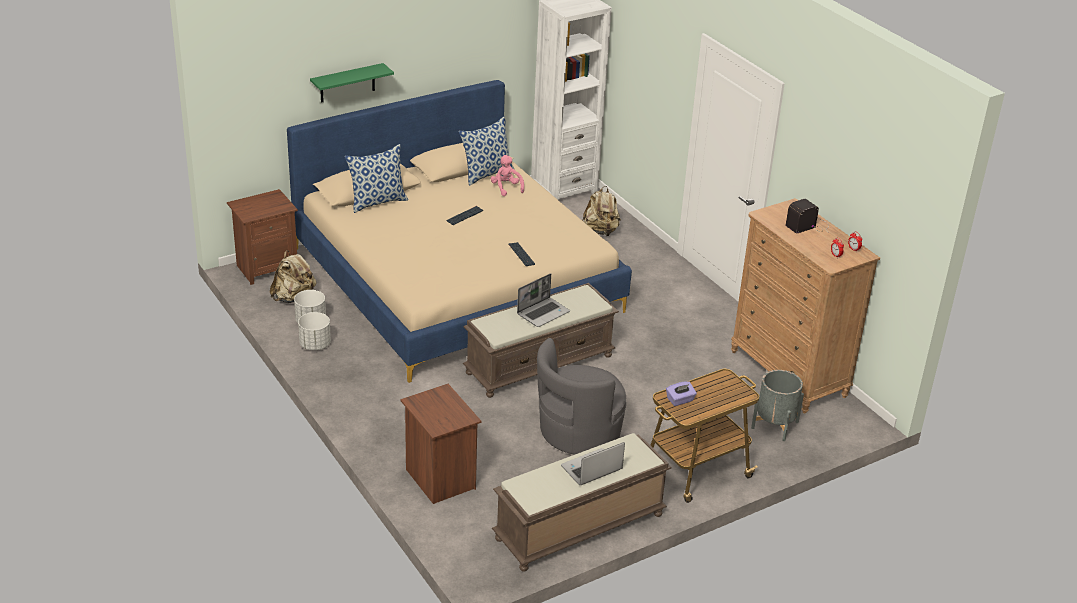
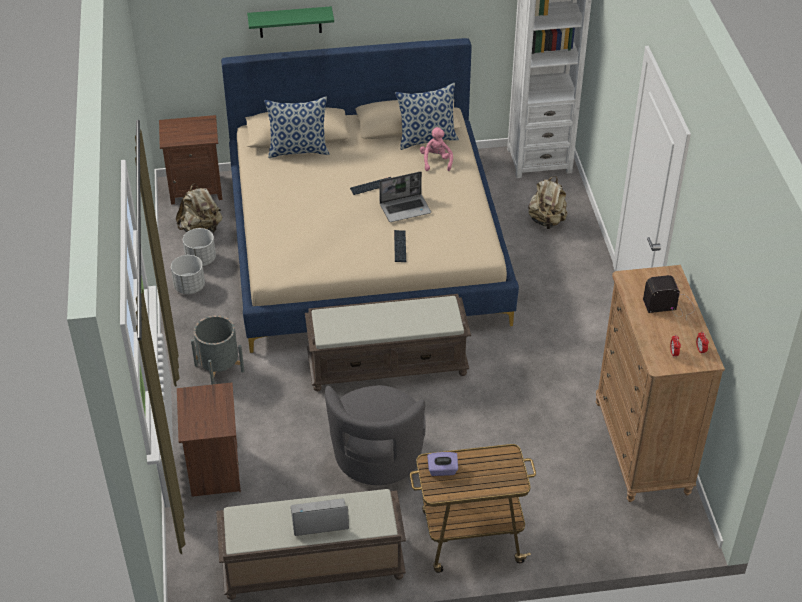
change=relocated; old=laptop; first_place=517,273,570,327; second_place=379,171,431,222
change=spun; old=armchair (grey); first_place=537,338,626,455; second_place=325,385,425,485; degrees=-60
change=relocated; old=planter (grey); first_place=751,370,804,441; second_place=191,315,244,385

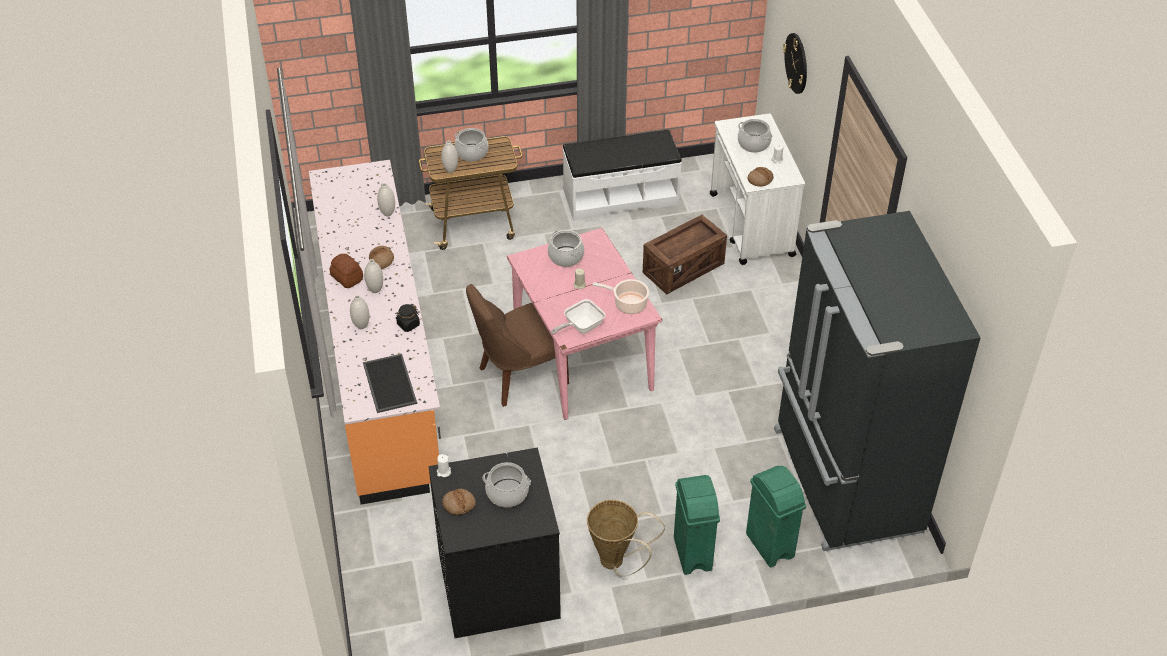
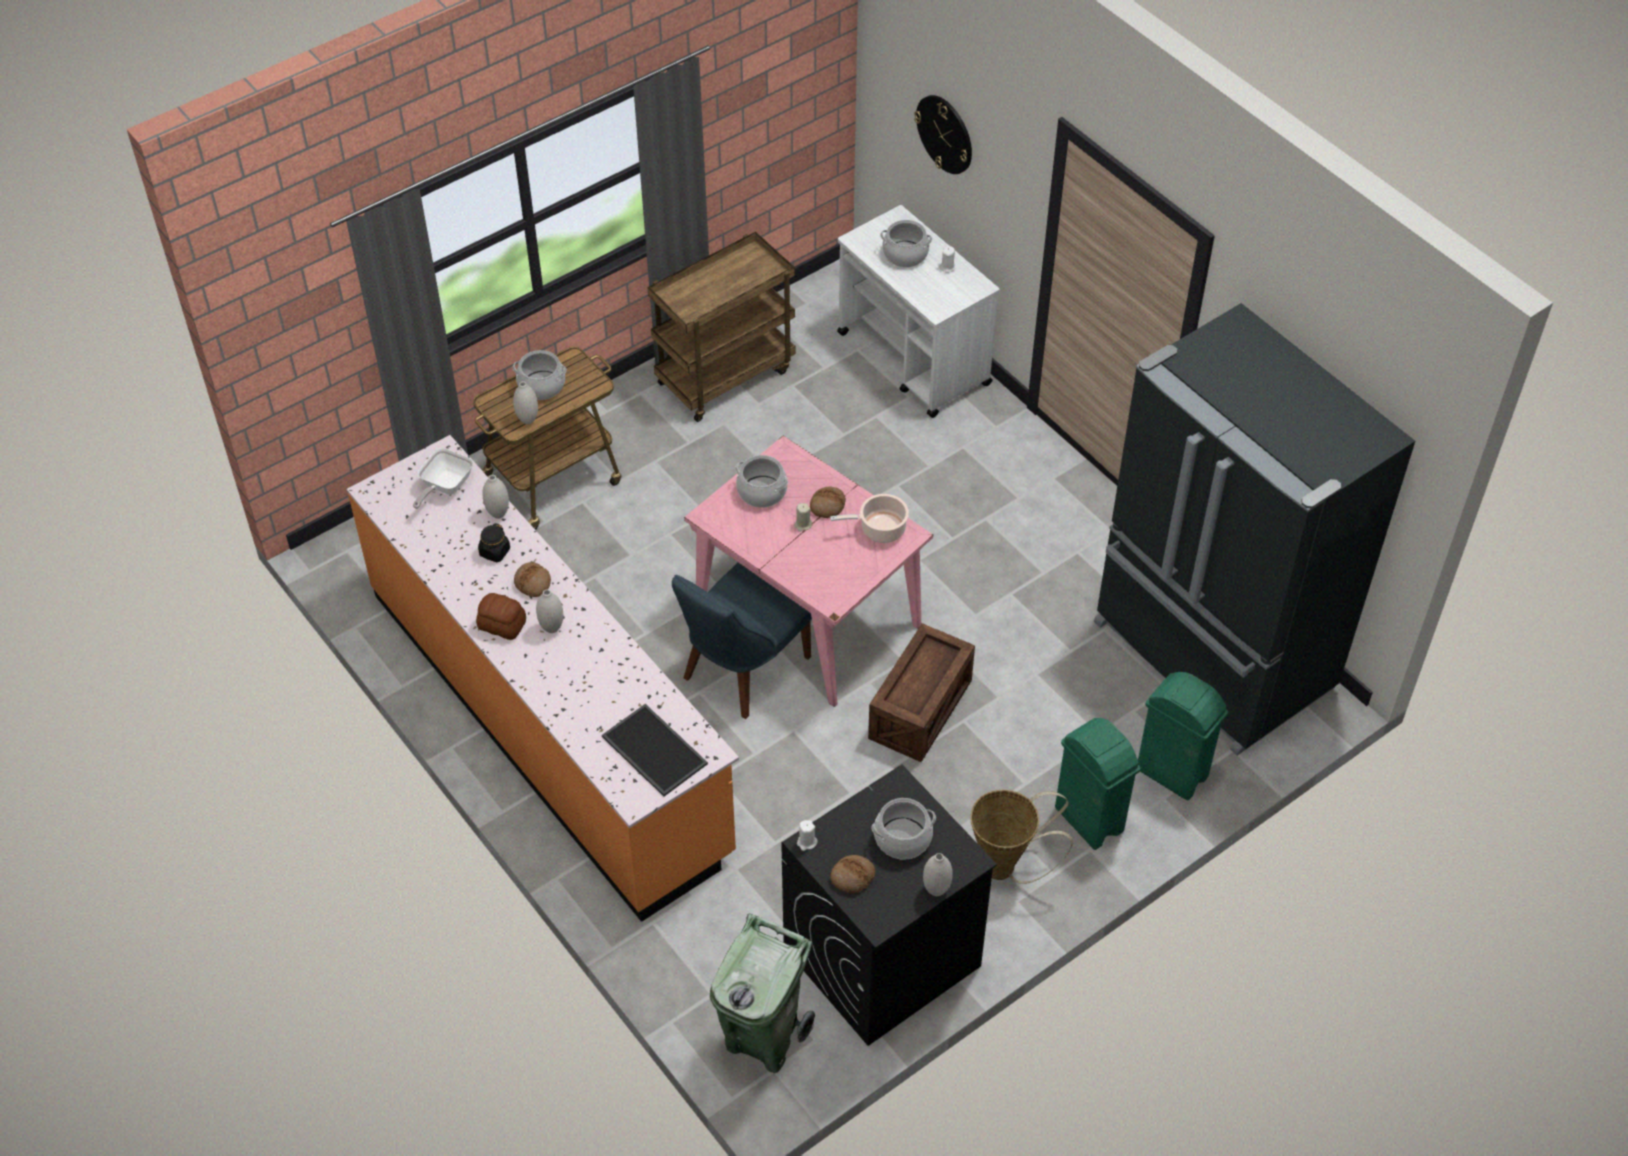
change=relocated; old=vase (white); first_place=350,295,369,329; second_place=923,853,953,896
change=relocated; old=jar (black); first_place=396,304,420,332; second_place=478,523,510,562
change=colour; old=chair (brown); new=chair (blue); first_place=466,284,569,407; second_place=672,563,812,719
change=relocated; old=frying pan; first_place=551,299,605,335; second_place=413,448,473,509
change=exchanged; old=bench (white); new=cart (brown); first_place=563,130,682,221; second_place=647,232,796,422
change=relocated; old=crate; first_place=643,214,727,294; second_place=868,623,975,762
change=relocated; old=bread; first_place=748,167,773,187; second_place=810,487,846,518
change=appeared; new=trash can (green); second_place=710,914,815,1073

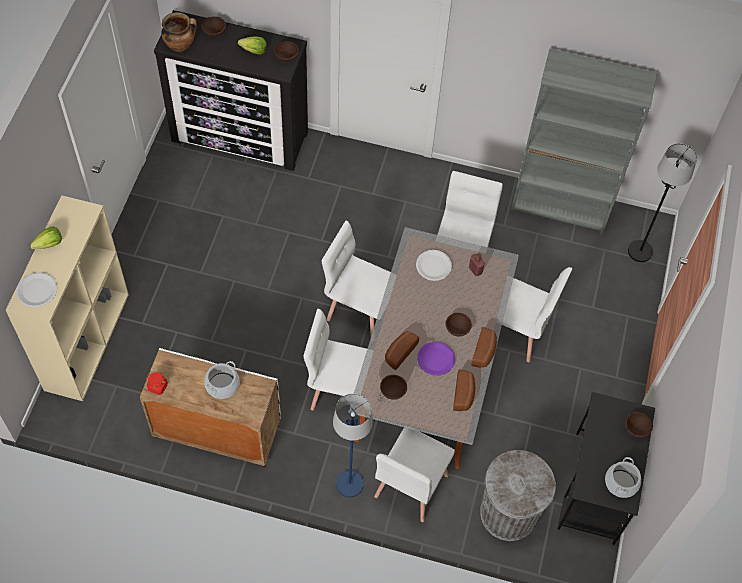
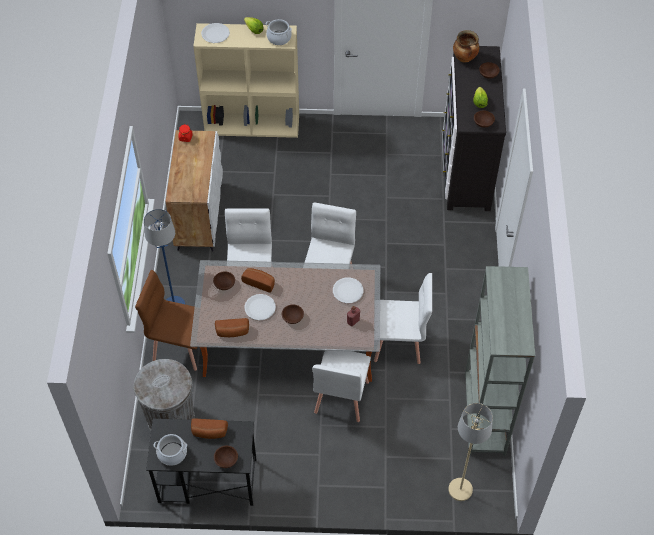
change=relocated; old=cooking pot; first_place=204,361,239,399; second_place=265,19,292,45
change=colour; old=chair (white); new=chair (brown); first_place=374,428,455,522; second_place=135,270,197,371
change=colour; old=plate (purple); new=plate (white); first_place=417,342,455,376; second_place=244,294,276,321
change=relocated; old=bread; first_place=471,327,497,368; second_place=191,418,228,439
change=colour; old=floor lamp (black); new=floor lamp (beige); first_place=628,143,697,262; second_place=448,403,493,501

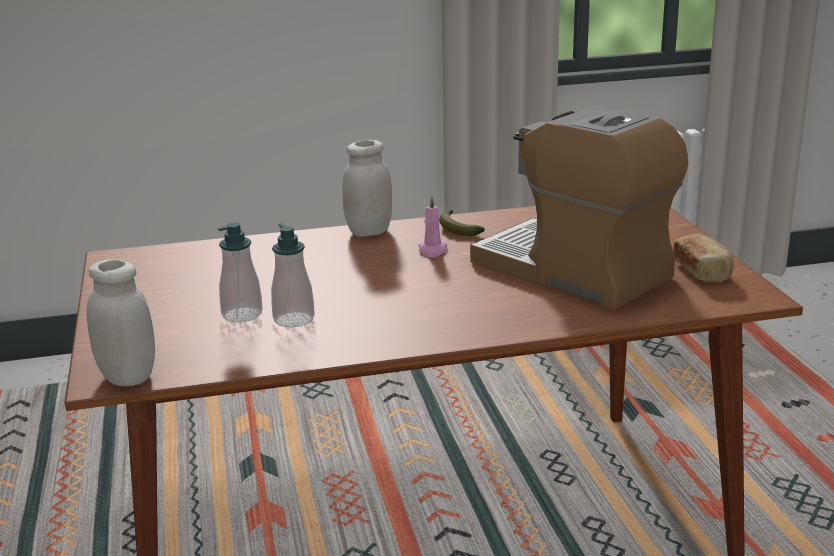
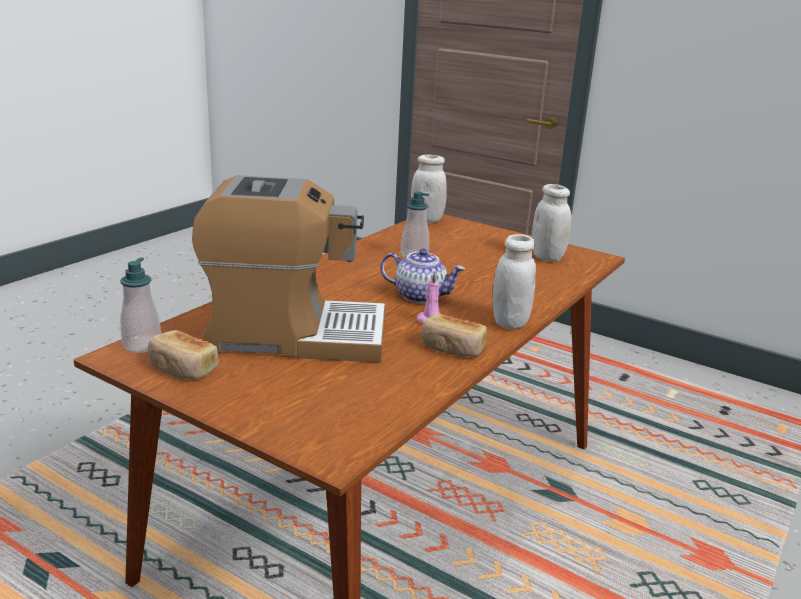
change=relocated; old=soap dispenser; first_place=217,222,263,322; second_place=120,257,161,353
change=exchanged; old=banana; new=bread; first_place=439,210,485,236; second_place=421,314,487,357
change=appeared; new=teapot; second_place=380,249,465,303
change=appeared; new=jar (white); second_place=532,184,571,261

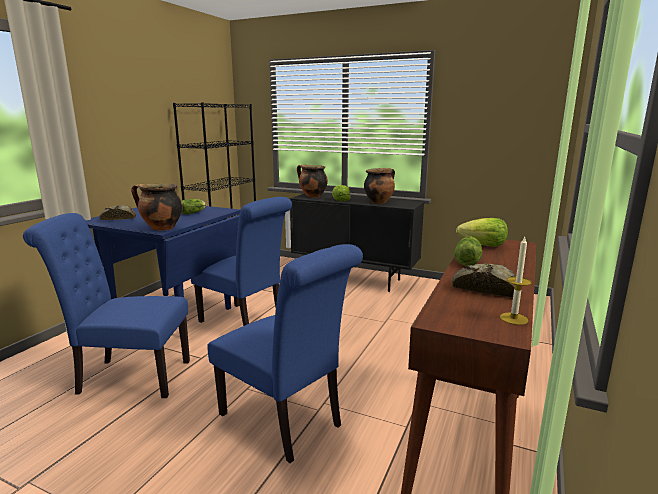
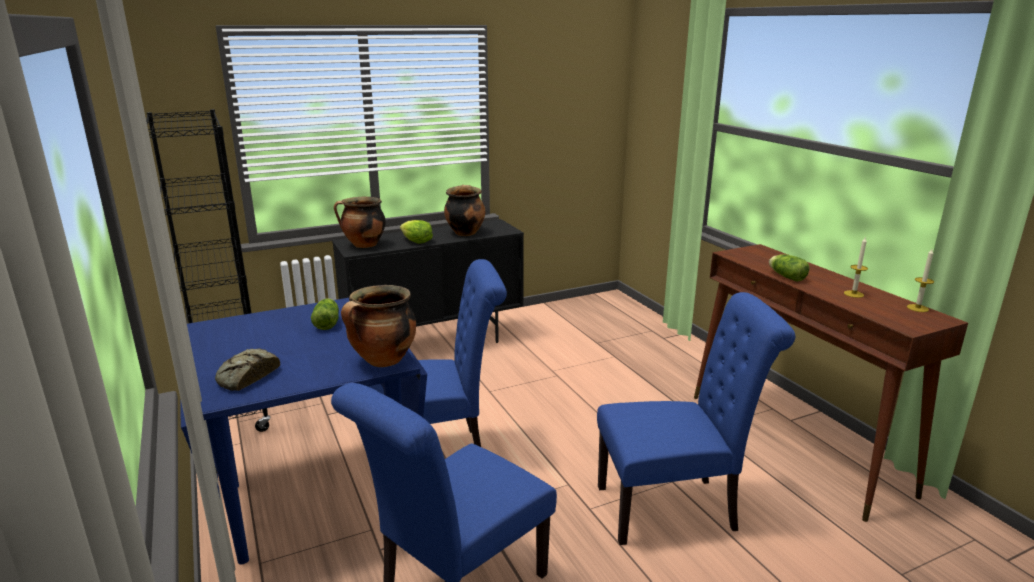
change=exchanged; old=bread; new=candle; first_place=452,263,516,297; second_place=844,238,868,298
change=missing; old=lettuce; first_place=456,218,508,247

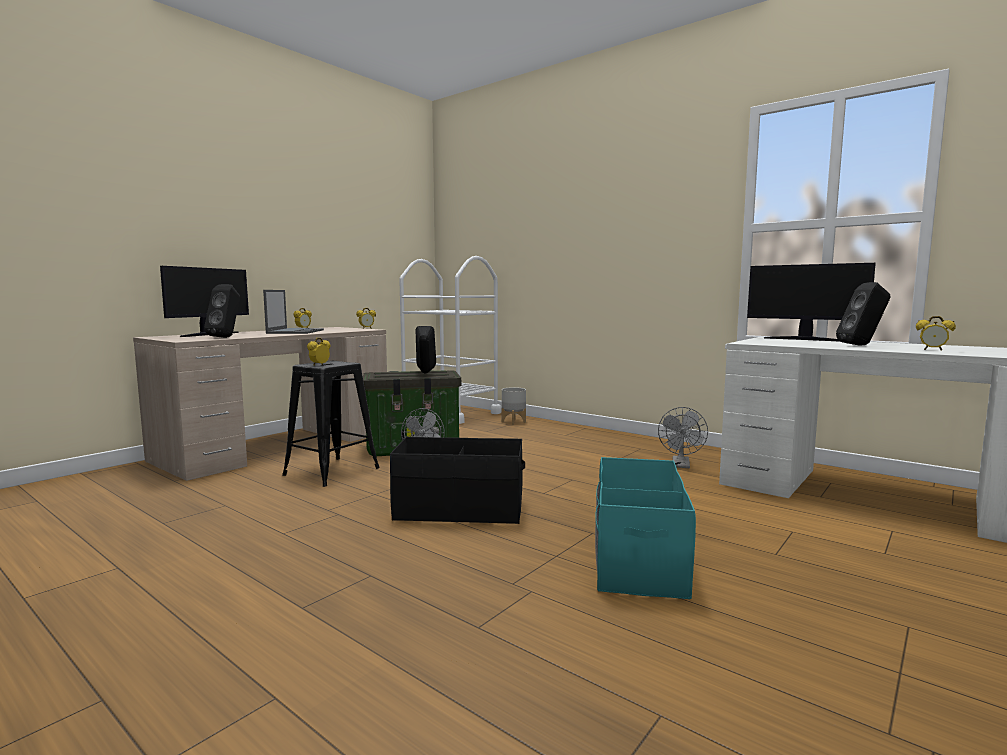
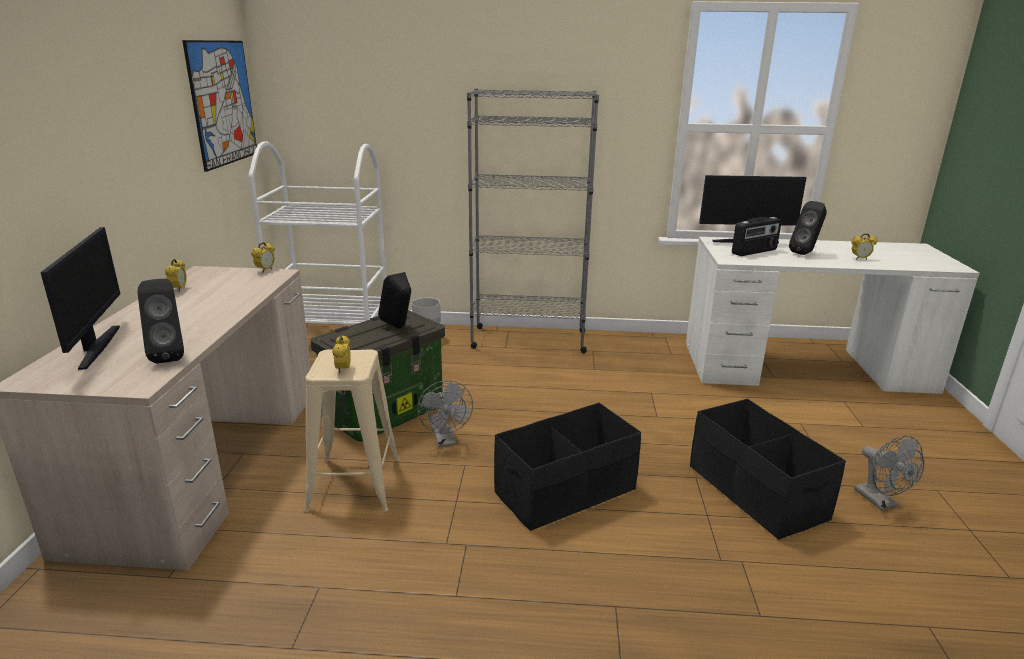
change=missing; old=laptop; first_place=263,290,324,334
change=colour; old=stool (black); new=stool (beige); first_place=282,361,380,487; second_place=304,350,400,512
change=colour; old=storage box (turquoise); new=storage box (black); first_place=595,457,696,599; second_place=690,399,846,540
change=relocated; old=fan (grey); first_place=658,407,708,468; second_place=854,436,925,511
change=appeared; new=picture; second_place=182,40,257,172
change=appeared; new=bookcase (grey); second_place=467,88,599,353
change=appeared; new=radio; second_place=732,217,782,256

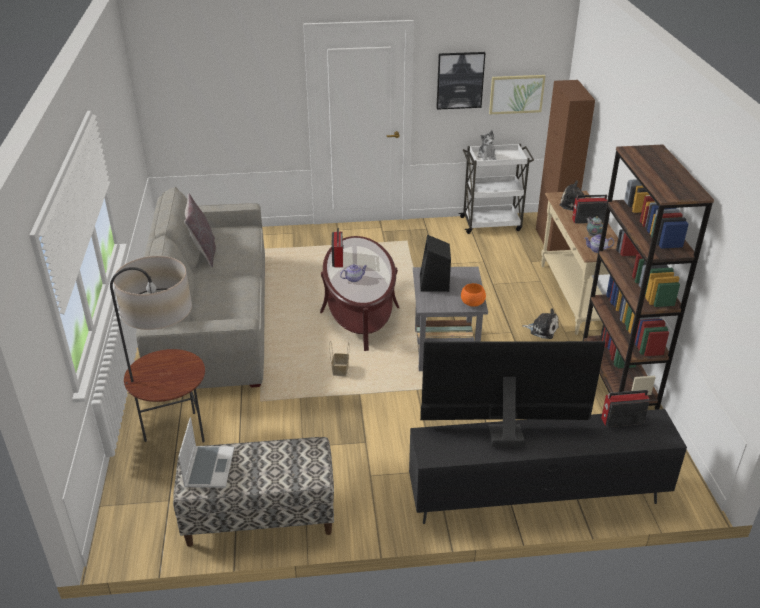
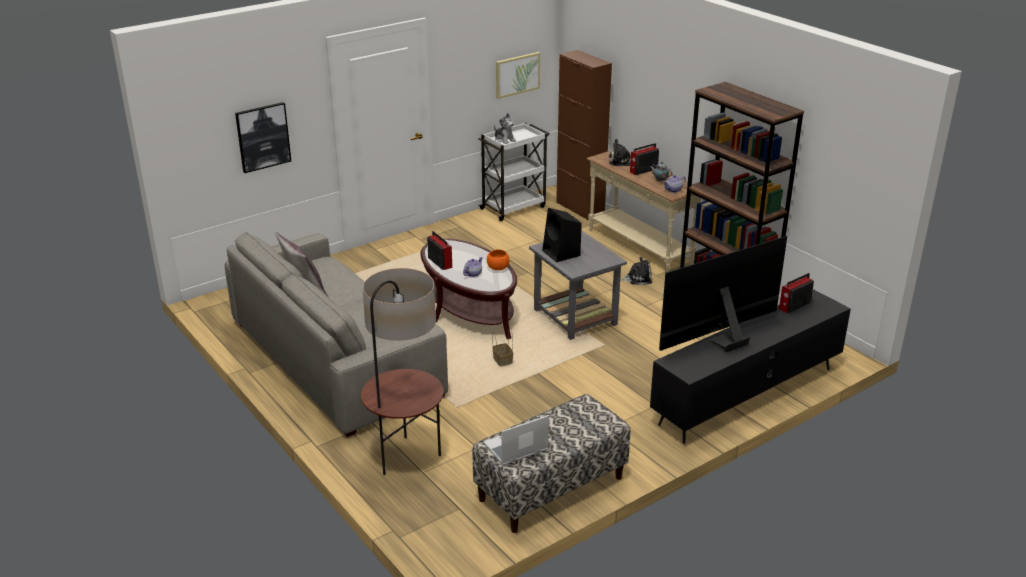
change=spun; old=laptop; first_place=178,417,234,488; second_place=483,415,549,466; degrees=-90
change=relocated; old=picture; first_place=436,52,485,110; second_place=235,102,291,173
change=relocated; old=bowl (orange); first_place=461,283,486,307; second_place=487,249,509,270

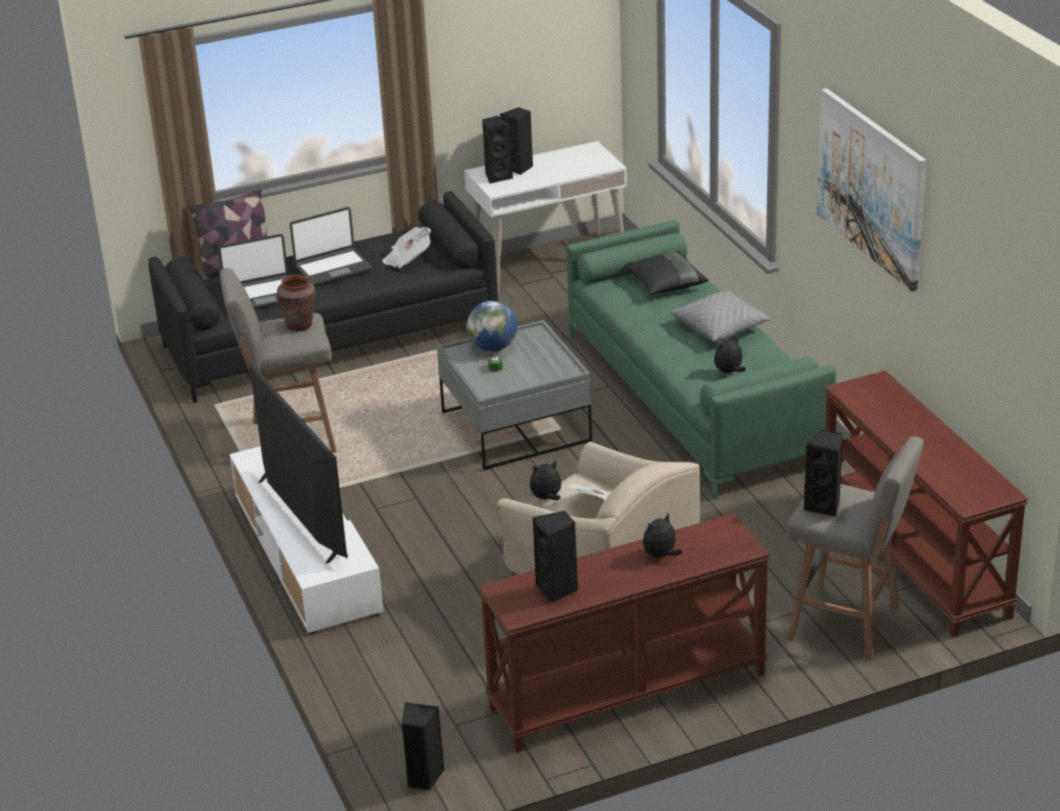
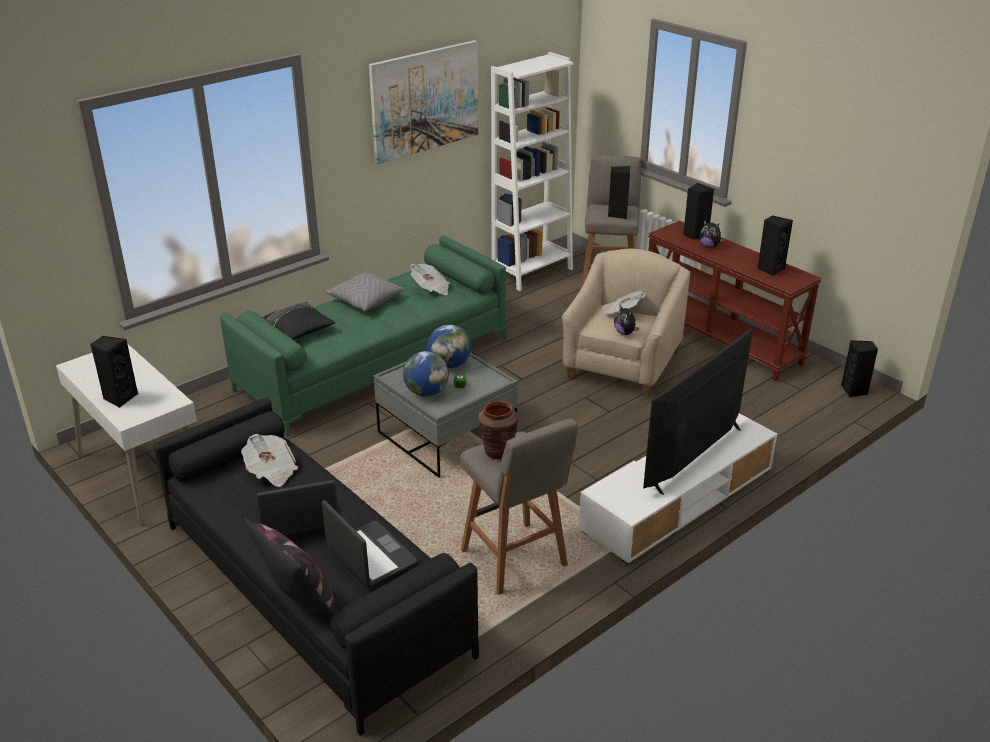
change=spun; old=laptop; first_place=290,207,373,285; second_place=256,480,339,535; degrees=-60
change=relocated; old=speaker (black); first_place=482,116,513,184; second_place=683,183,714,240
change=exchanged; old=plush toy; new=newspaper; first_place=714,335,746,373; second_place=411,264,450,295
change=exchanged; old=console table (brown); new=bookcase (white); first_place=825,370,1028,637; second_place=491,52,574,291
change=appeared; new=globe; second_place=428,325,471,368

